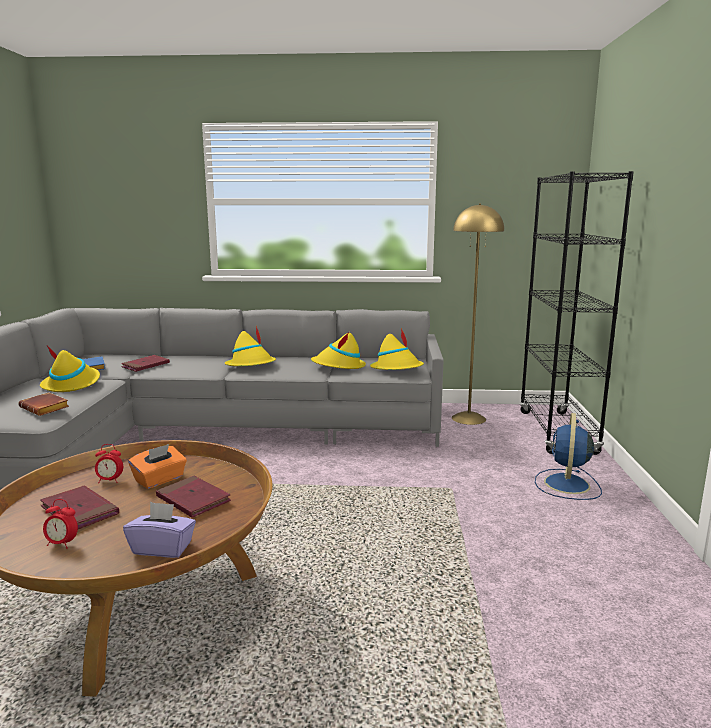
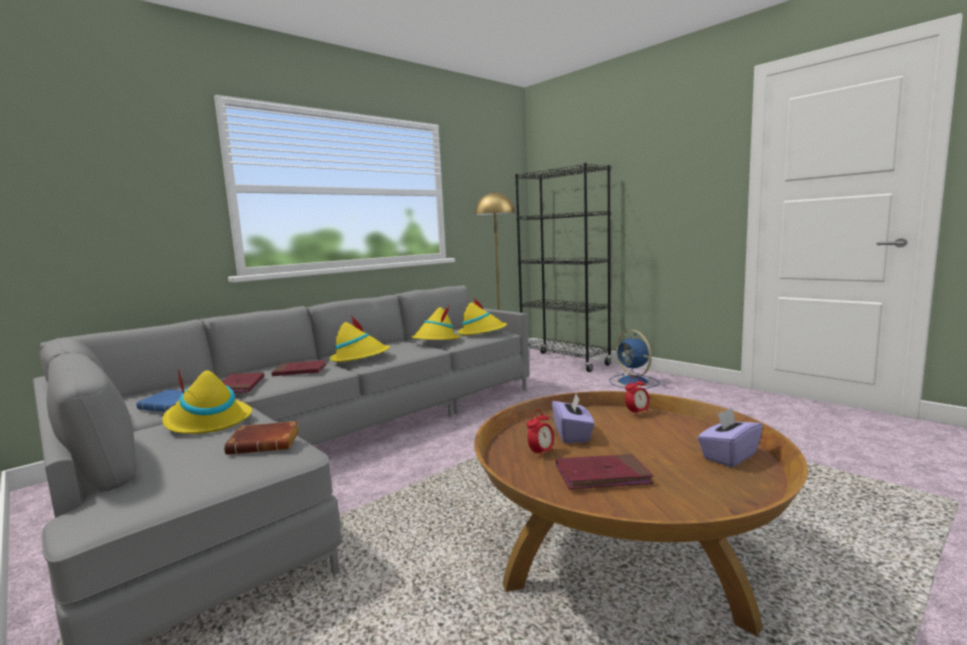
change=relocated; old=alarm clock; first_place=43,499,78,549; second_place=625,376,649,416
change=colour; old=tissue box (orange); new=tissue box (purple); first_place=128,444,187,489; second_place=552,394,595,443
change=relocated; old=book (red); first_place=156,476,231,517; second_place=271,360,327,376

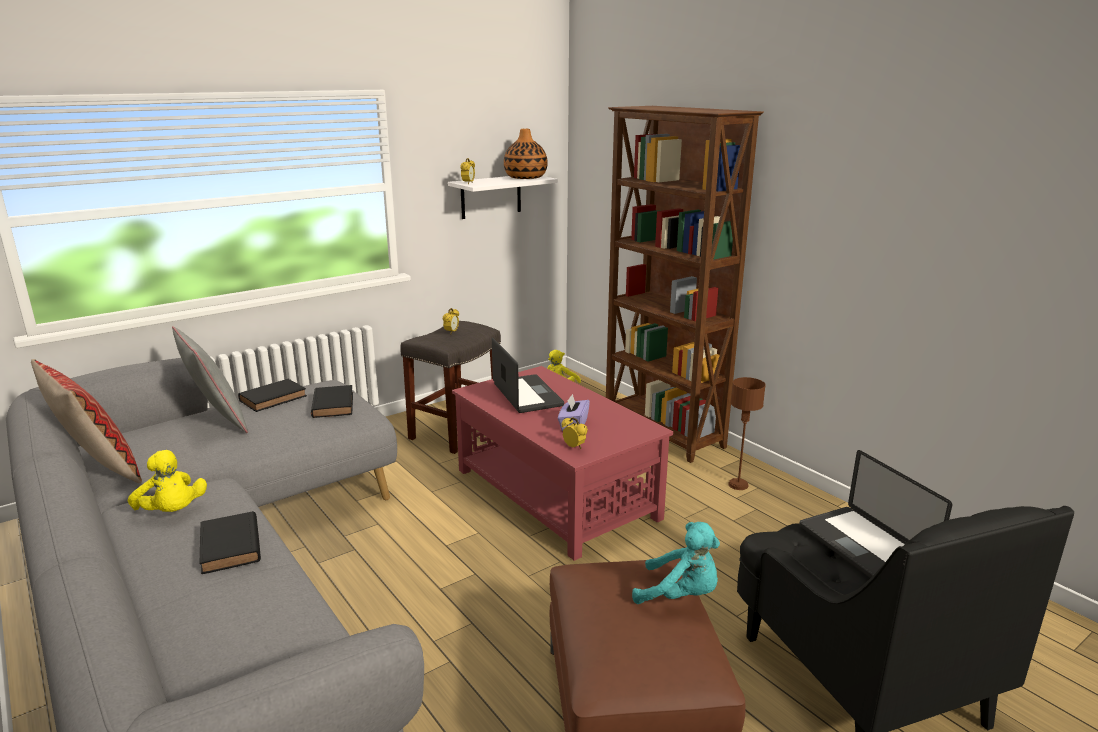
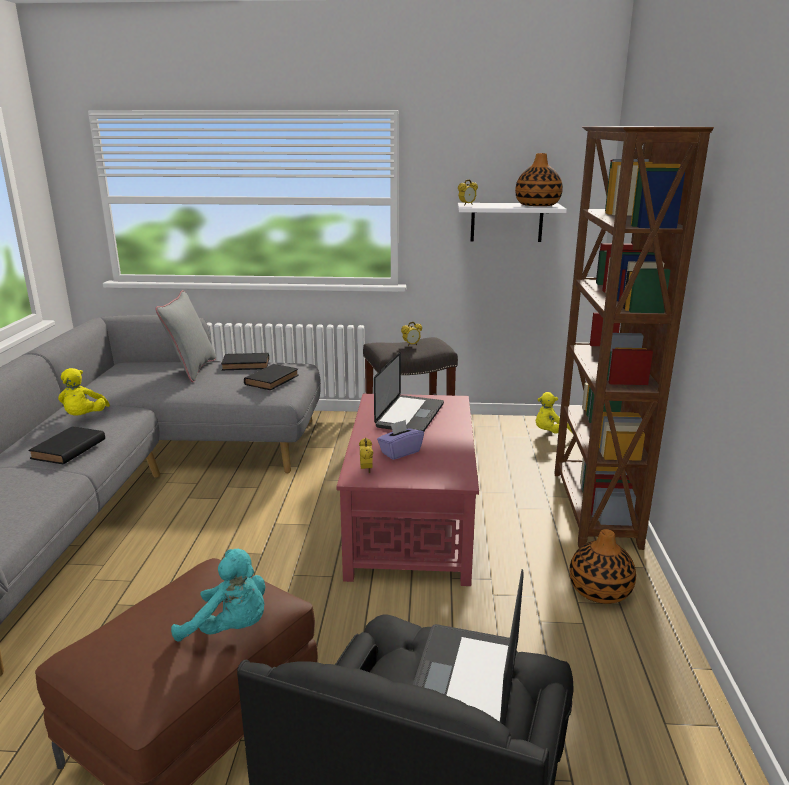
change=missing; old=pillow; first_place=31,359,142,483
change=spun; old=plush toy (turquoise); first_place=632,522,720,604; second_place=171,549,265,642; degrees=-45
change=exchanged; old=table lamp (brown); new=vase; first_place=728,377,766,490; second_place=569,529,636,604

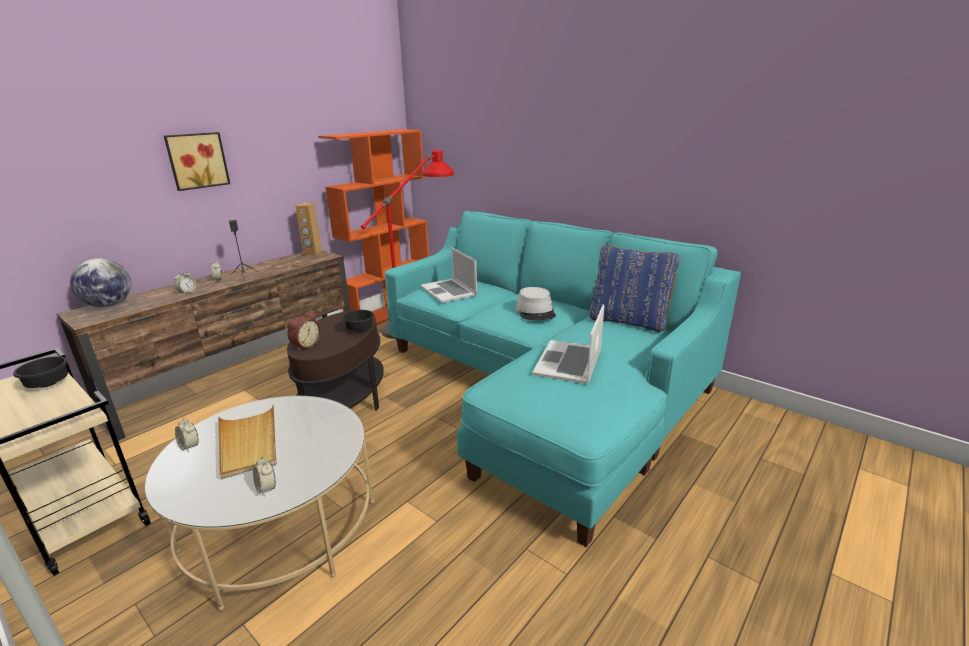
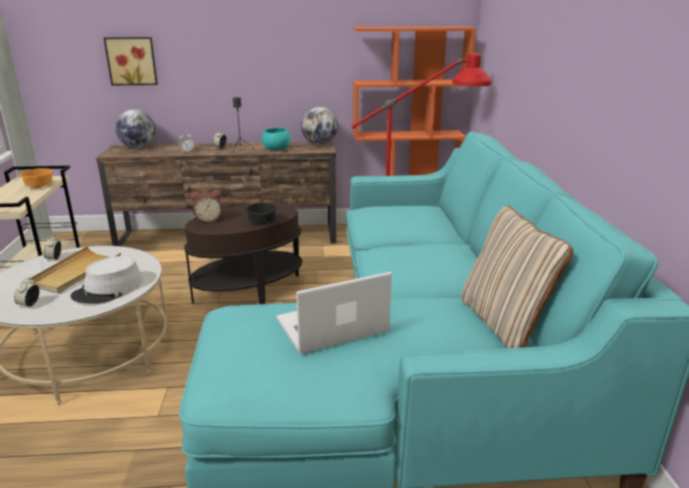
change=colour; old=bowl (black); new=bowl (orange); first_place=13,356,68,388; second_place=19,168,53,188
change=relocated; old=picture; first_place=164,132,230,191; second_place=104,37,158,85
change=exchanged; old=speaker (brown); new=globe; first_place=295,203,322,255; second_place=301,107,338,145
change=missing; old=laptop; first_place=421,247,477,303
change=relocated; old=hat (grey); first_place=516,287,556,320; second_place=70,256,143,304
change=colour; old=pillow (blue); new=pillow (beige); first_place=589,245,679,332; second_place=461,205,573,348
change=appeared; new=bowl (turquoise); second_place=262,128,291,150

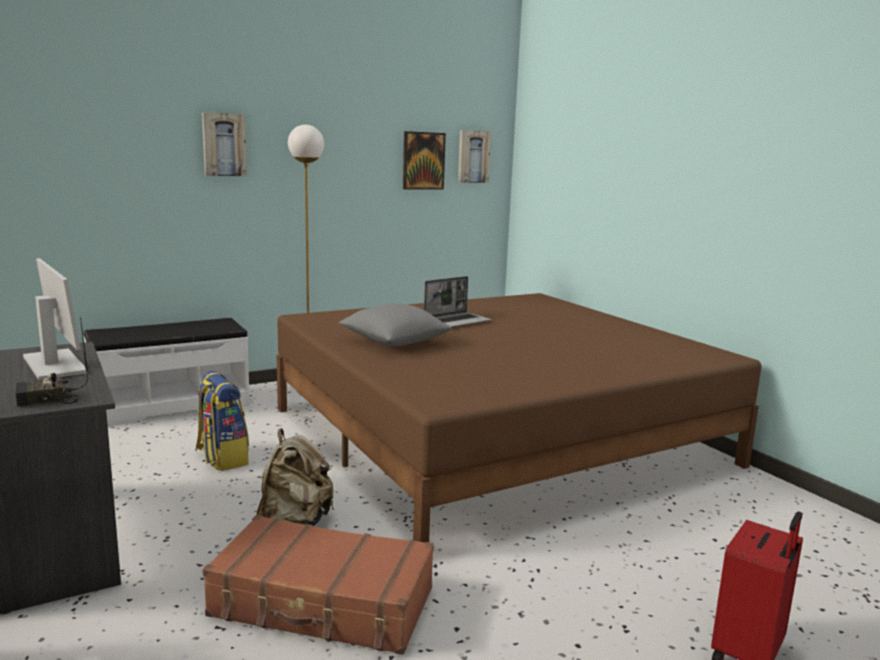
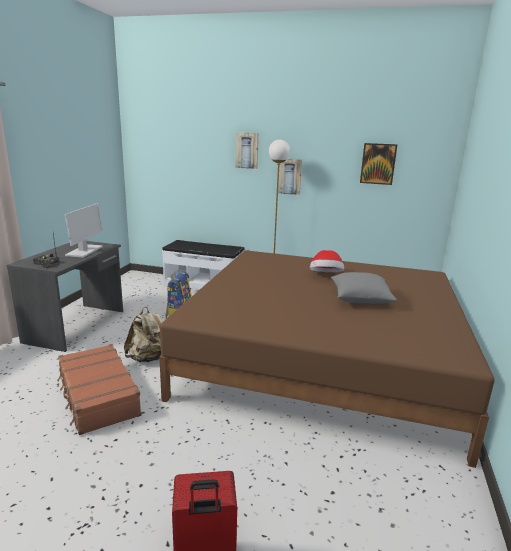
change=relocated; old=pillow (grey); first_place=339,303,452,346; second_place=331,272,397,304
change=exchanged; old=laptop; new=hat; first_place=424,276,492,328; second_place=310,250,344,273
change=relocated; old=picture; first_place=458,130,491,183; second_place=278,159,302,195

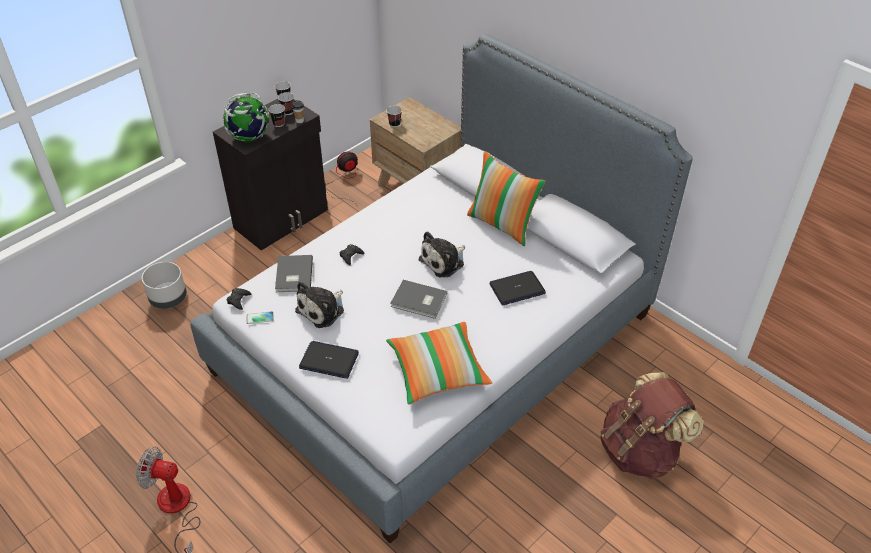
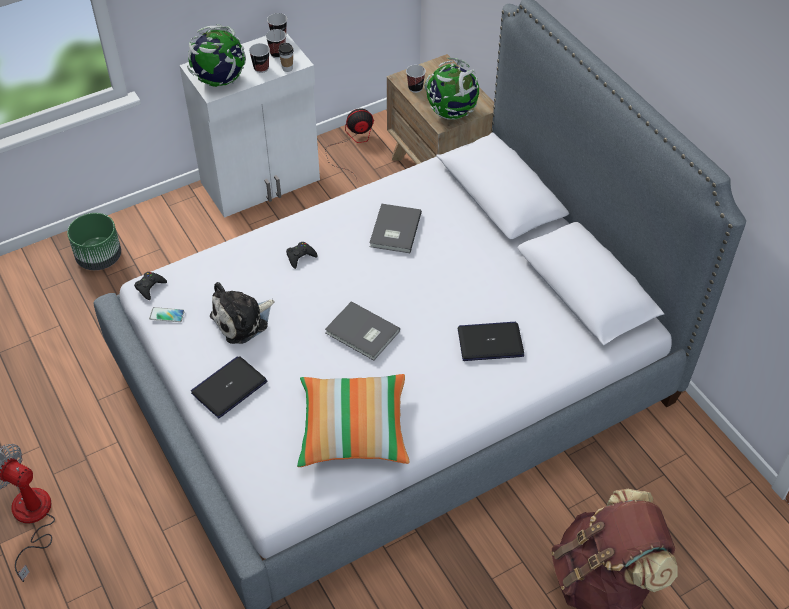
change=colour; old=planter (grey); new=planter (green); first_place=142,262,187,309; second_place=67,213,121,270
change=colour; old=cabinet (black); new=cabinet (white); first_place=213,99,328,250; second_place=179,33,320,218
change=relocated; old=book (grey); first_place=275,255,313,292; second_place=370,203,422,253
change=spun; old=laptop; first_place=299,341,359,379; second_place=191,356,267,418; degrees=-75
change=missing; old=plush toy; first_place=418,231,465,277
change=missing; old=pillow; first_place=467,151,546,246
change=appeared; new=globe; second_place=424,57,479,120

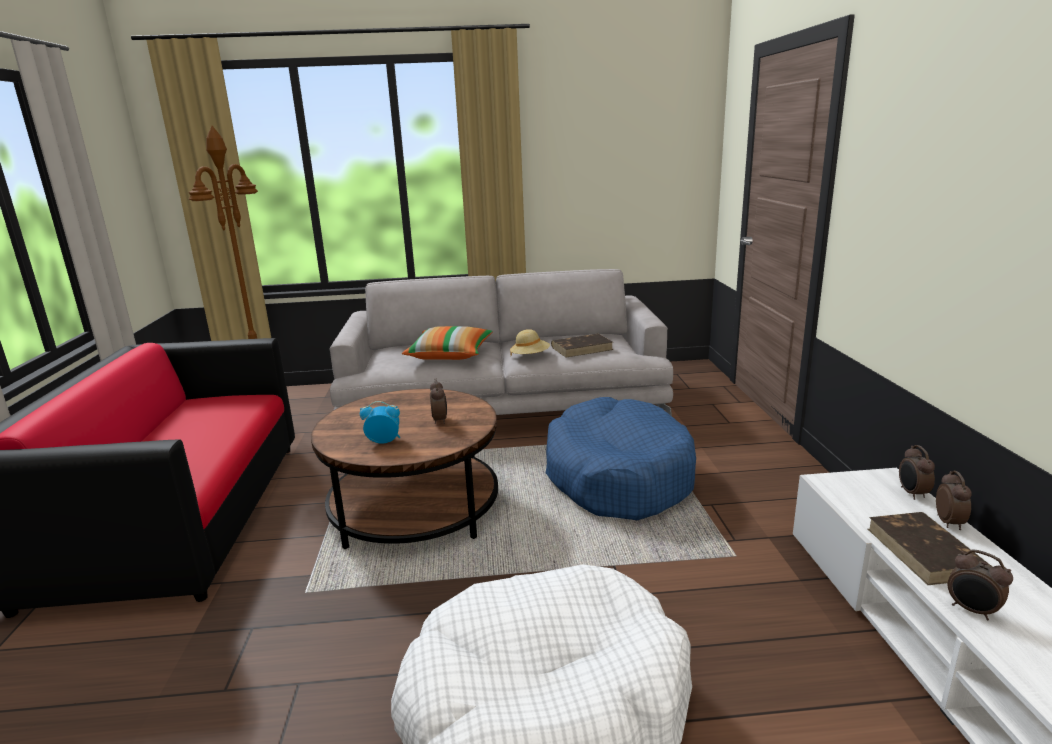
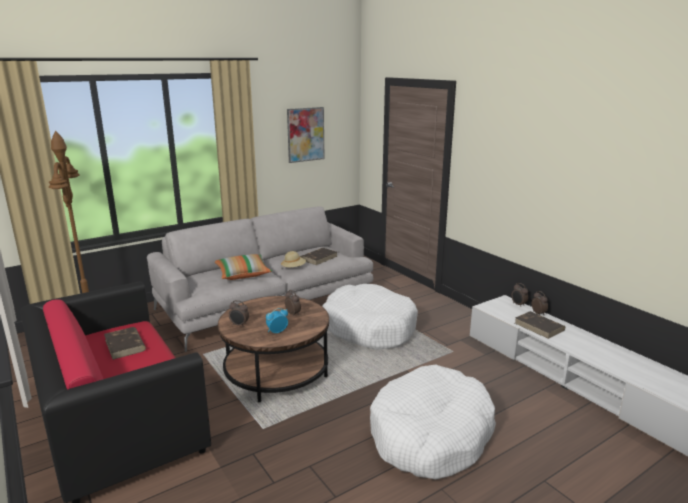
change=colour; old=dog bed (blue); new=dog bed (white); first_place=546,397,696,520; second_place=322,284,418,350
change=relocated; old=alarm clock; first_place=948,549,1013,620; second_place=229,300,249,327
change=appeared; new=book (brown); second_place=104,327,146,360
change=appeared; new=picture; second_place=287,107,325,163

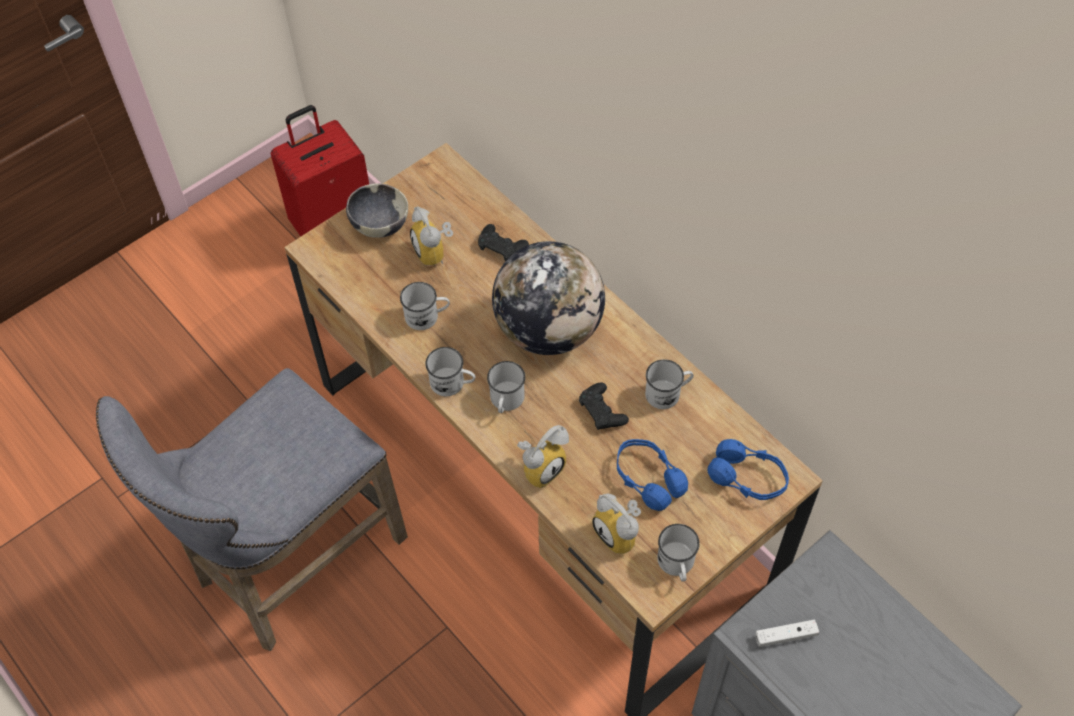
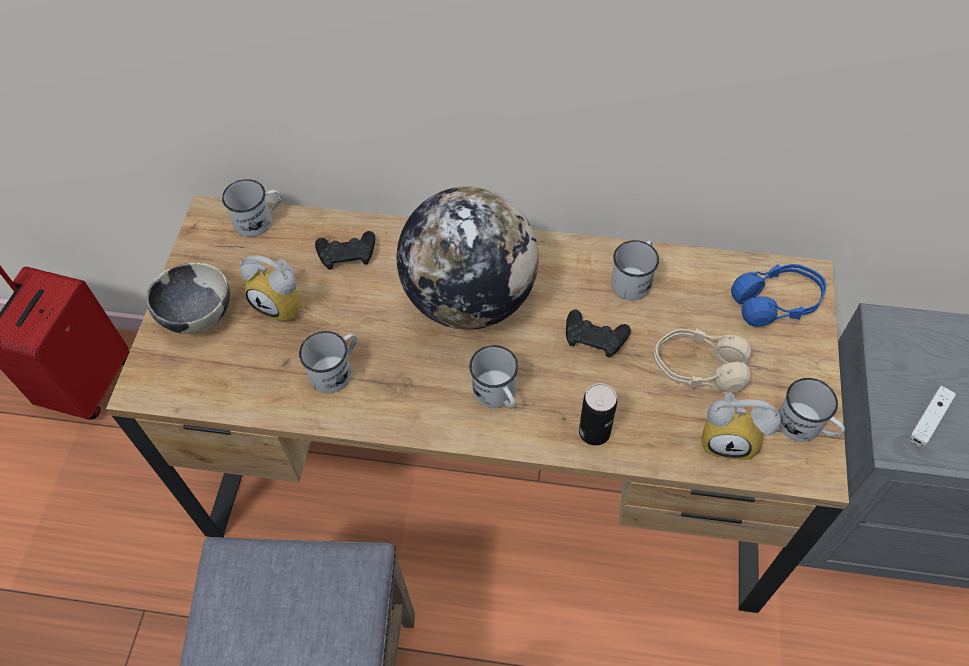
change=relocated; old=mug (white); first_place=425,347,476,396; second_place=222,179,282,237
change=exchanged; old=alarm clock; new=can; first_place=517,425,569,488; second_place=579,383,617,446
change=colour; old=headphones (blue); new=headphones (beige); first_place=617,439,688,511; second_place=654,328,751,393

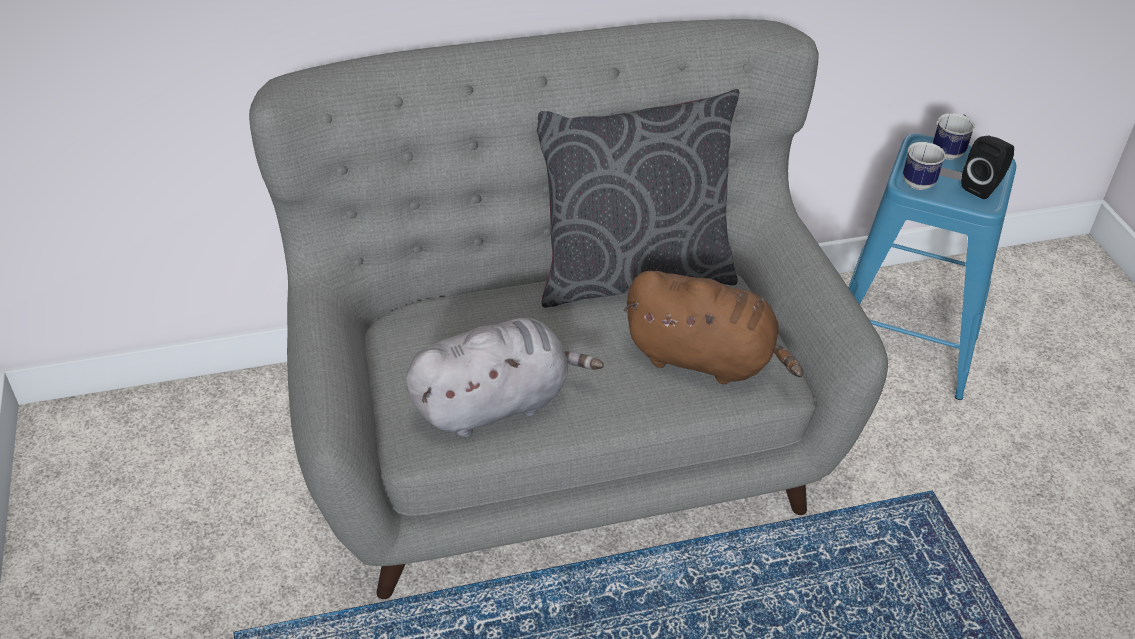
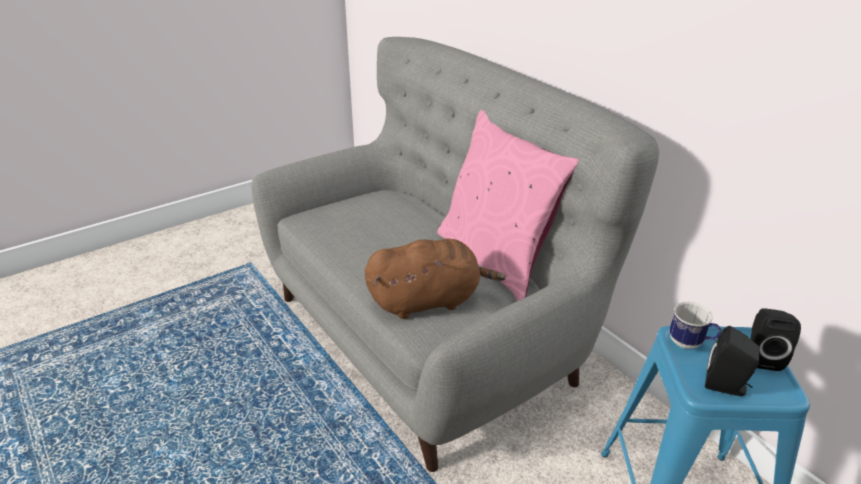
change=missing; old=plush toy (grey); first_place=405,318,604,437
change=colour; old=pillow (grey); new=pillow (pink); first_place=537,89,739,308; second_place=437,110,579,301
change=spun; old=plush toy (brown); first_place=623,271,803,384; second_place=365,238,506,319; degrees=-105
change=exchanged; old=mug; new=speaker (black); first_place=933,113,975,160; second_place=751,308,801,371

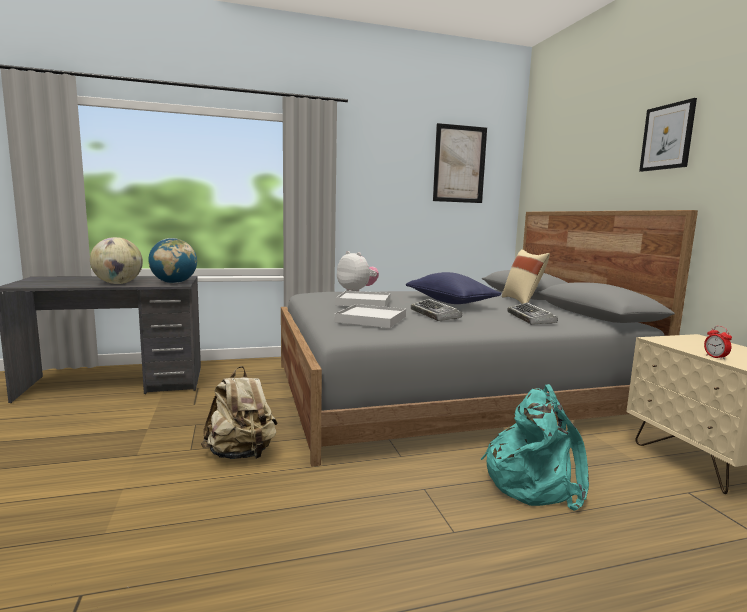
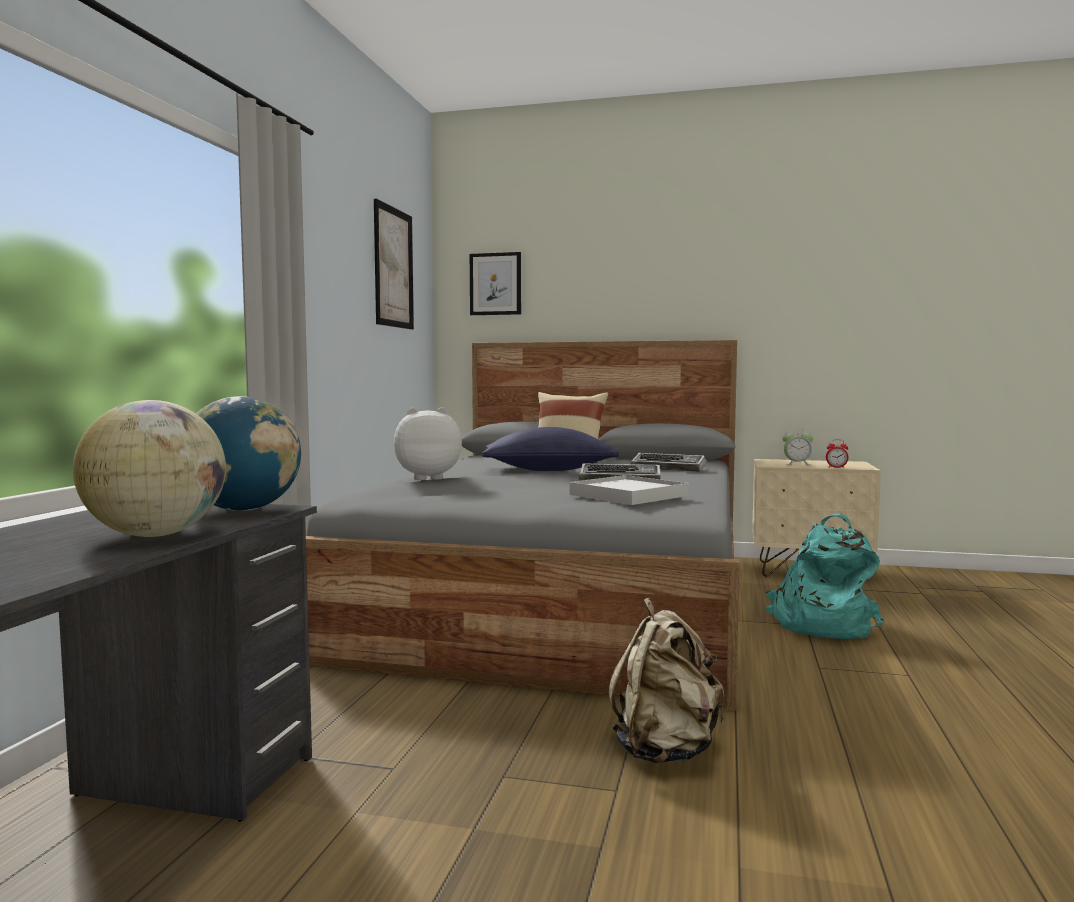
change=missing; old=tray (white); first_place=335,291,391,307
change=relocated; old=picture; first_place=639,98,697,172; second_place=470,252,521,315
change=appeared; new=alarm clock; second_place=782,428,813,465

